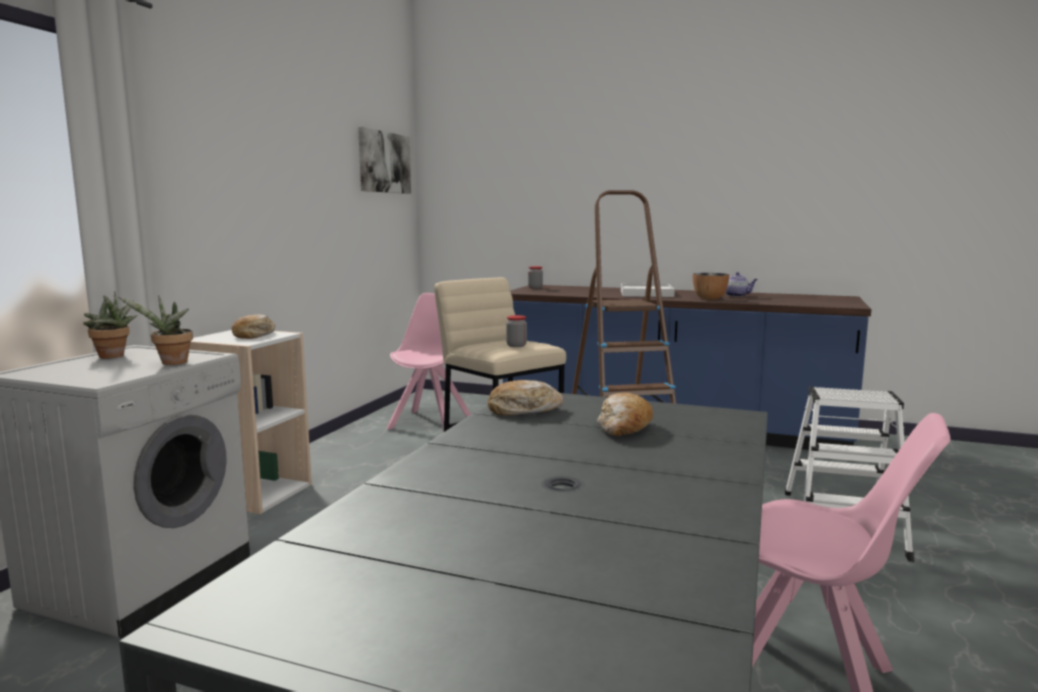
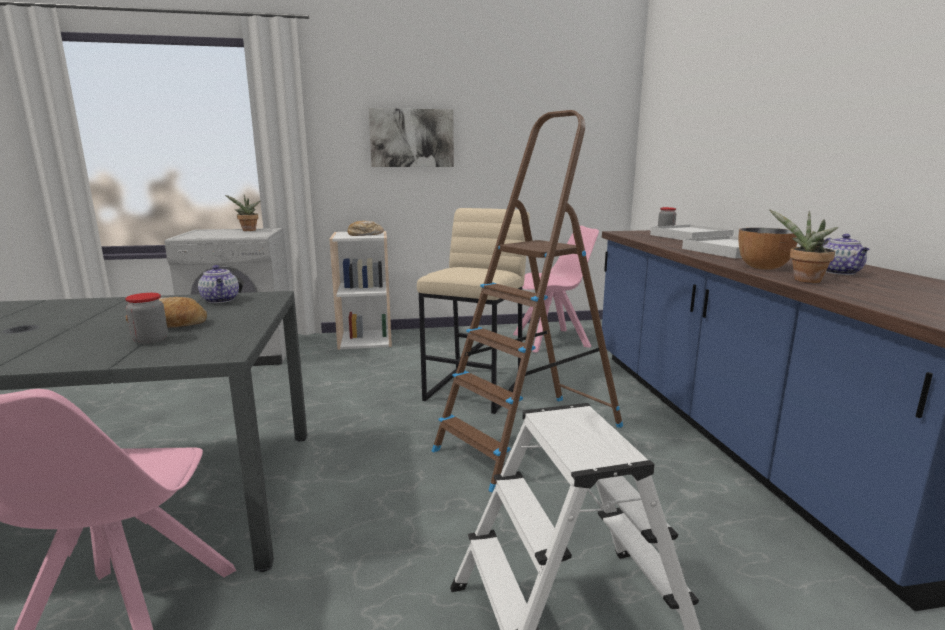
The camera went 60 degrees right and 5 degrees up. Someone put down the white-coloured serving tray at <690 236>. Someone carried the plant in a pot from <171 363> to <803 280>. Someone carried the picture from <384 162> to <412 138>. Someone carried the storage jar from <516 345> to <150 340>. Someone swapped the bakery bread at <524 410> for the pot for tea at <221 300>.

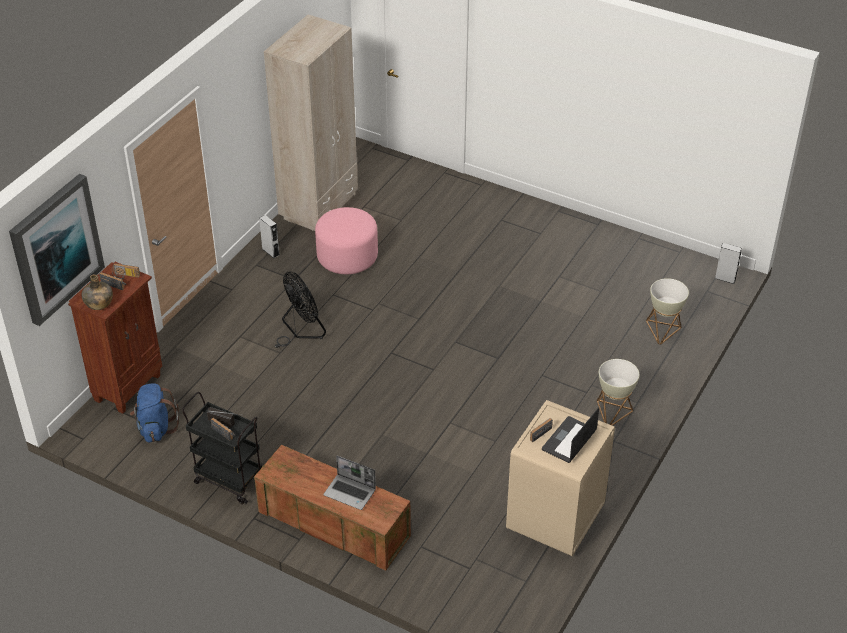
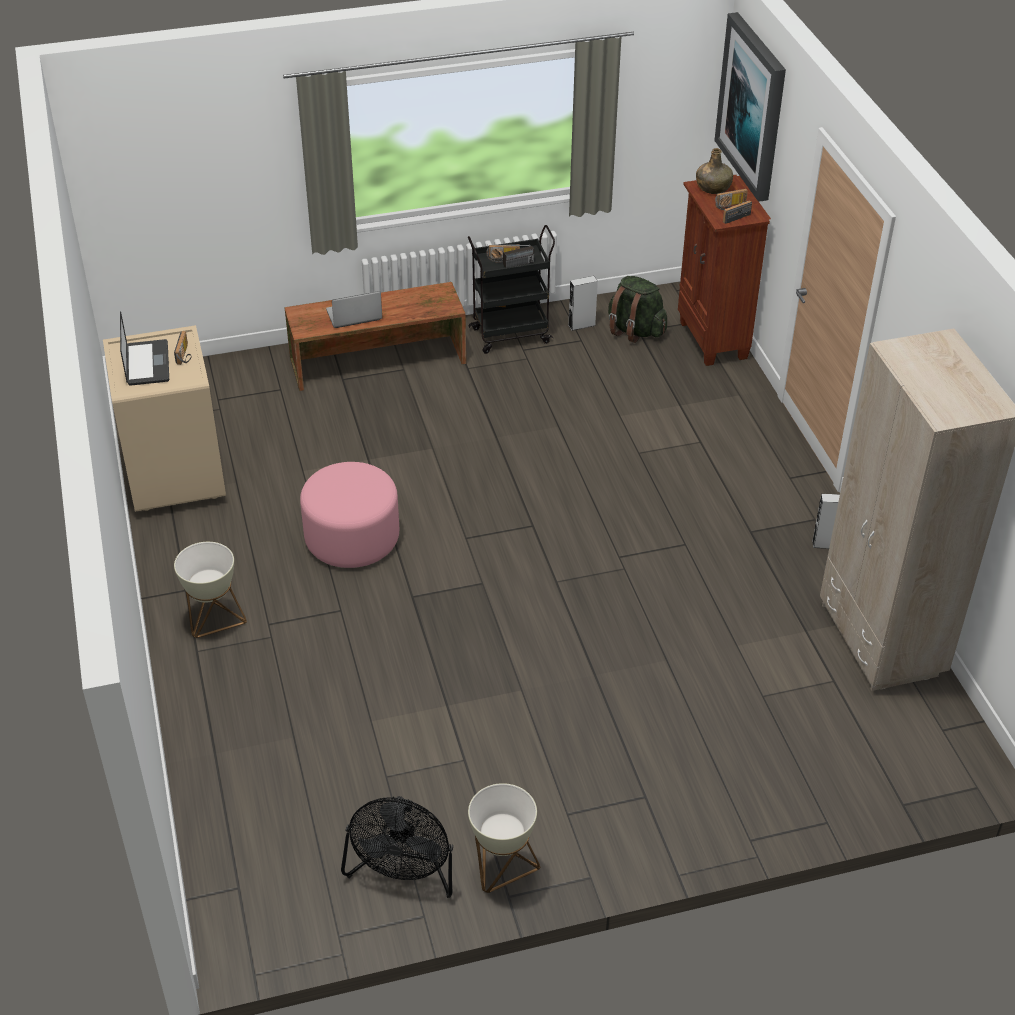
The camera went 135 degrees right and 0 degrees up. Someone carried the black-coloured cooling fan from <298 327> to <400 867>. Someone carried the pinkish pouffe from <347 257> to <352 538>. Someone carried the planter from <663 331> to <501 868>. Someone carried the gray loudspeaker from <725 278> to <581 325>. Someone repainted the blue-coloured rucksack at <155 428>, which became the green-coloured rucksack at <635 330>.

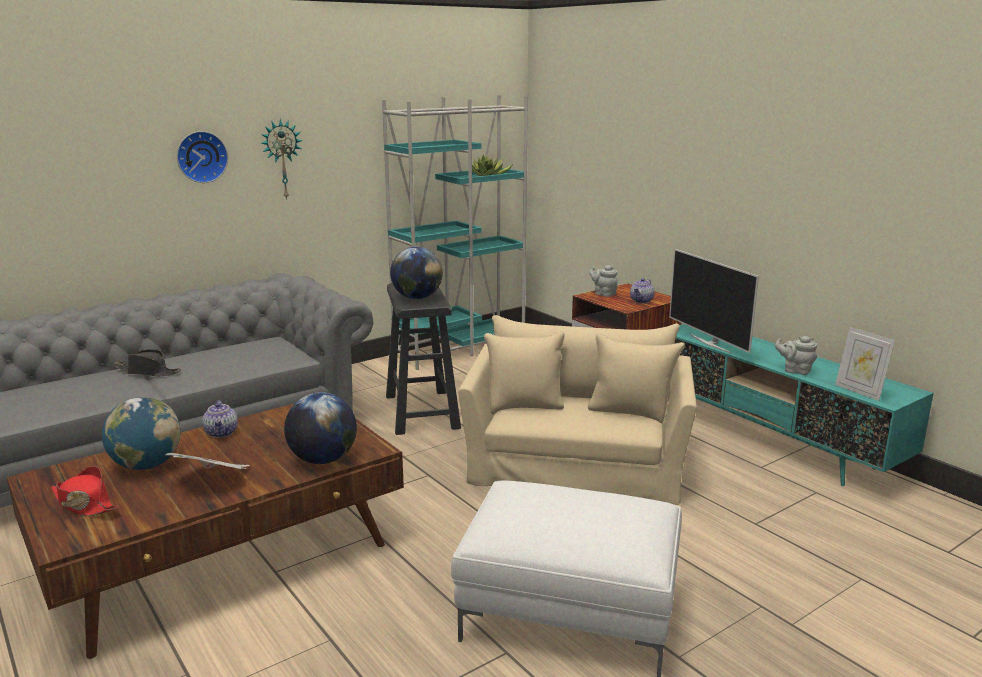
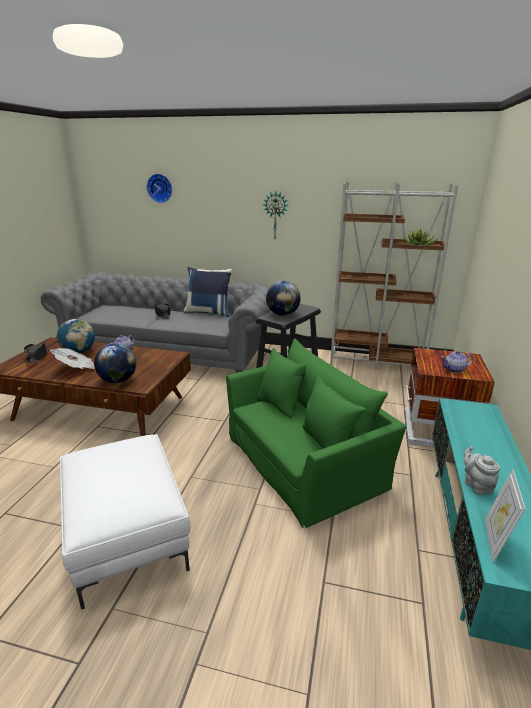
The camera went 50 degrees right and 5 degrees up. Someone took away the gray pot for tea at <603 294>. Someone took away the TV at <710 343>. Someone put down the blue-coloured cushion at <209 312>. Someone carried the clock on the wall from <201 156> to <160 188>. Someone repainted the red clothing hat at <84 504>, which became the black-coloured clothing hat at <37 357>. Someone repainted the blue-green bookshelf at <460 349>, which became the brownish bookshelf at <377 362>. Someone repainted the sand-coloured armchair at <577 461>, which became the green-coloured armchair at <304 460>.

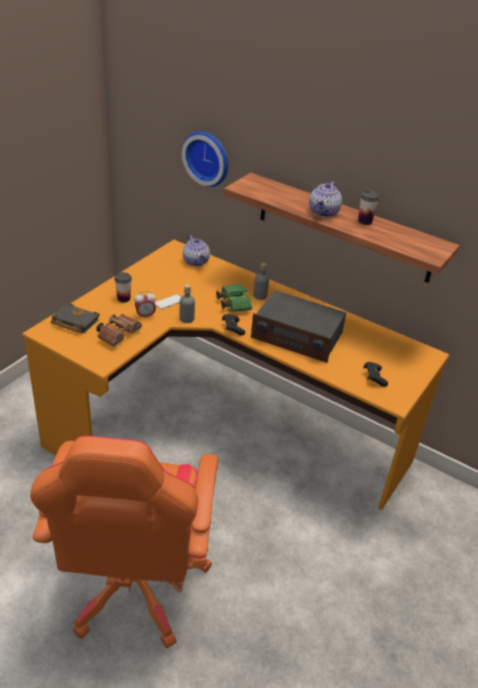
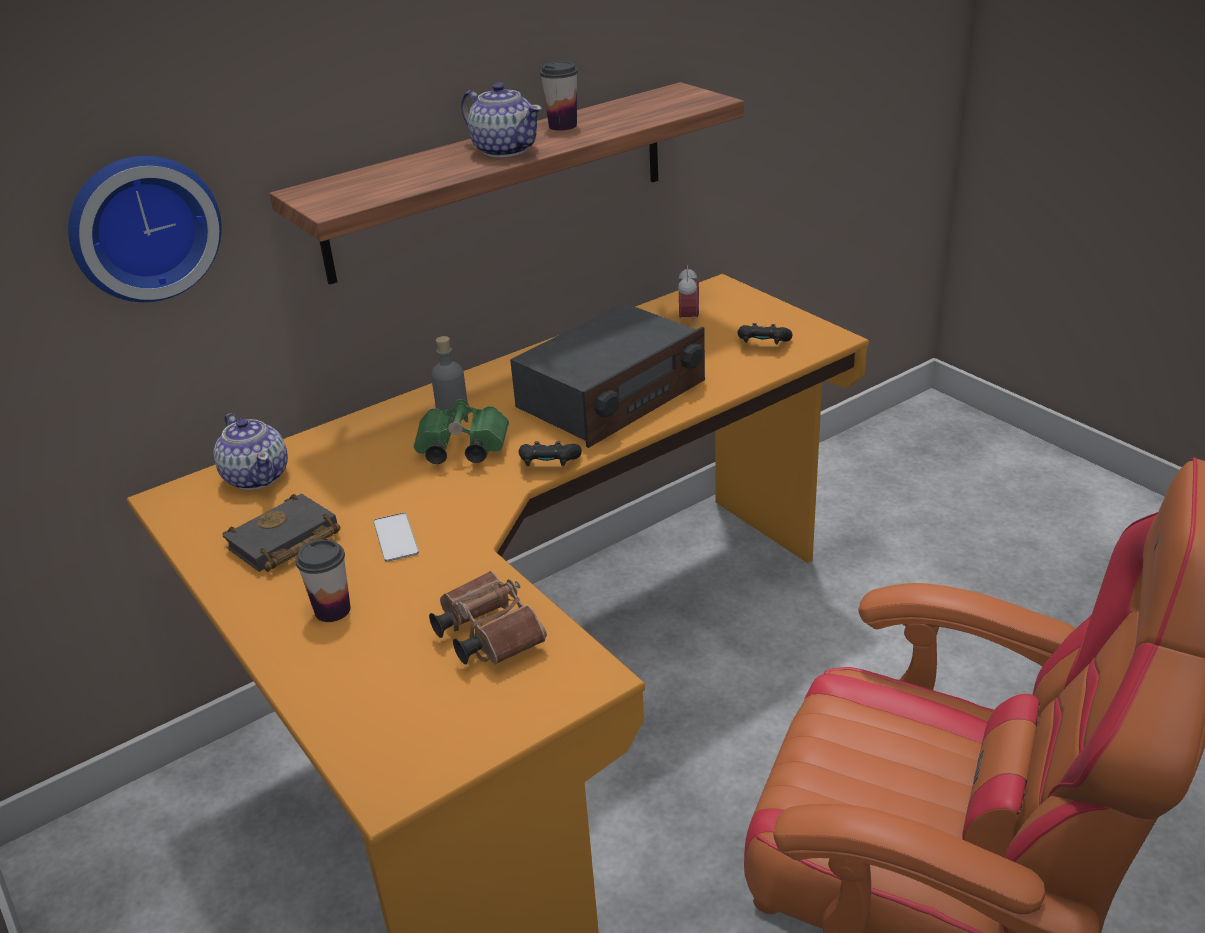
The camera went 65 degrees left and 5 degrees down. Someone took away the gray drink bottle at <186 318>. Someone carried the black-coloured volume from <73 322> to <283 543>. Someone carried the alarm clock from <145 316> to <689 319>. Someone rotated the pot for tea at <196 261> by 60 degrees clockwise.

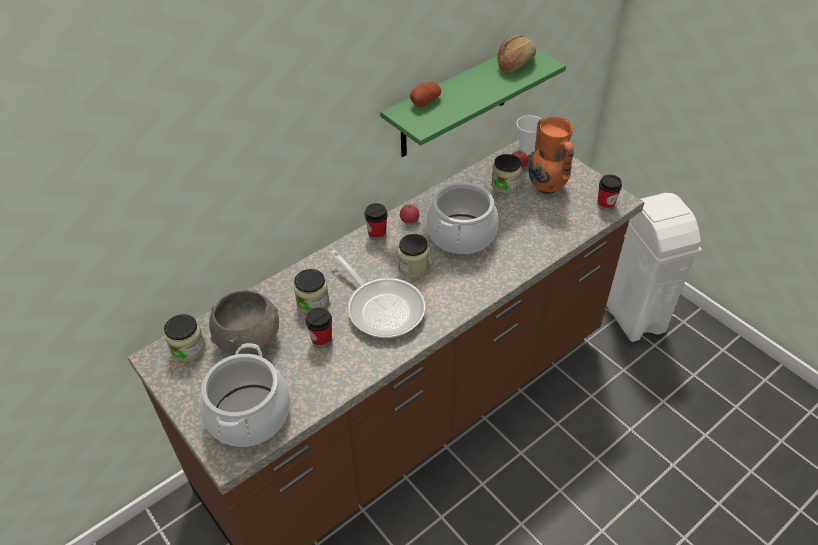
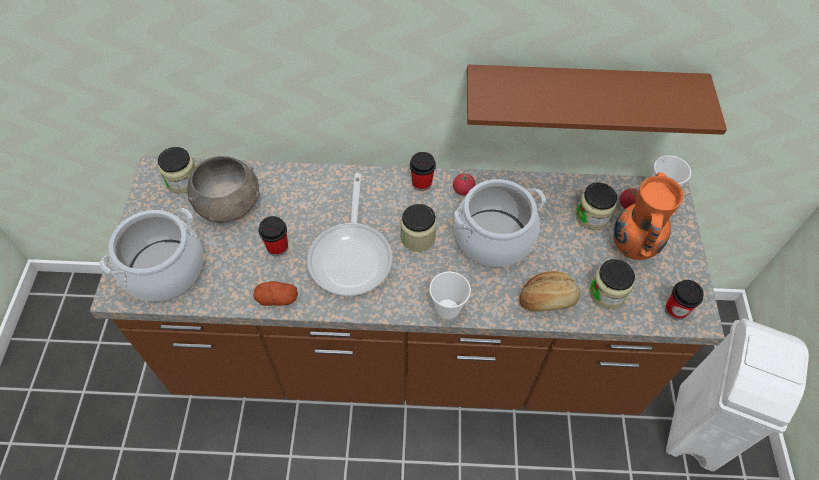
The camera went 40 degrees right and 10 degrees up. Someone put down the drinking cup at <447 309>. Someone carried the storage jar from <313 302> to <607 293>. Someone carried the whole potato from <425 101> to <277 298>. Someone carried the bakery bread from <514 64> to <547 299>. Someone repainted the green-coloured shelf at <454 102>, which became the brownish shelf at <579 98>.

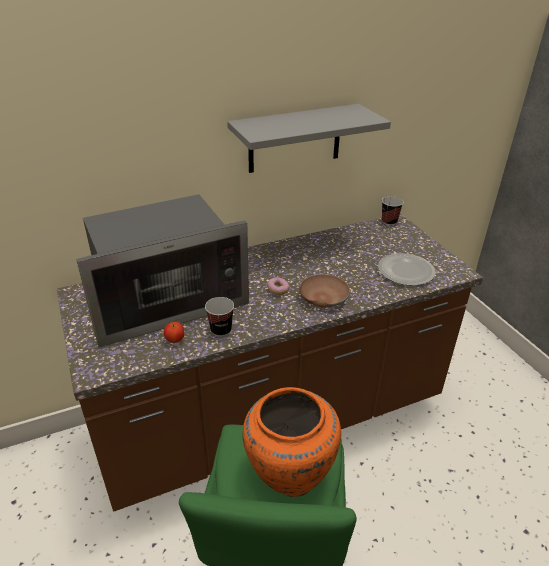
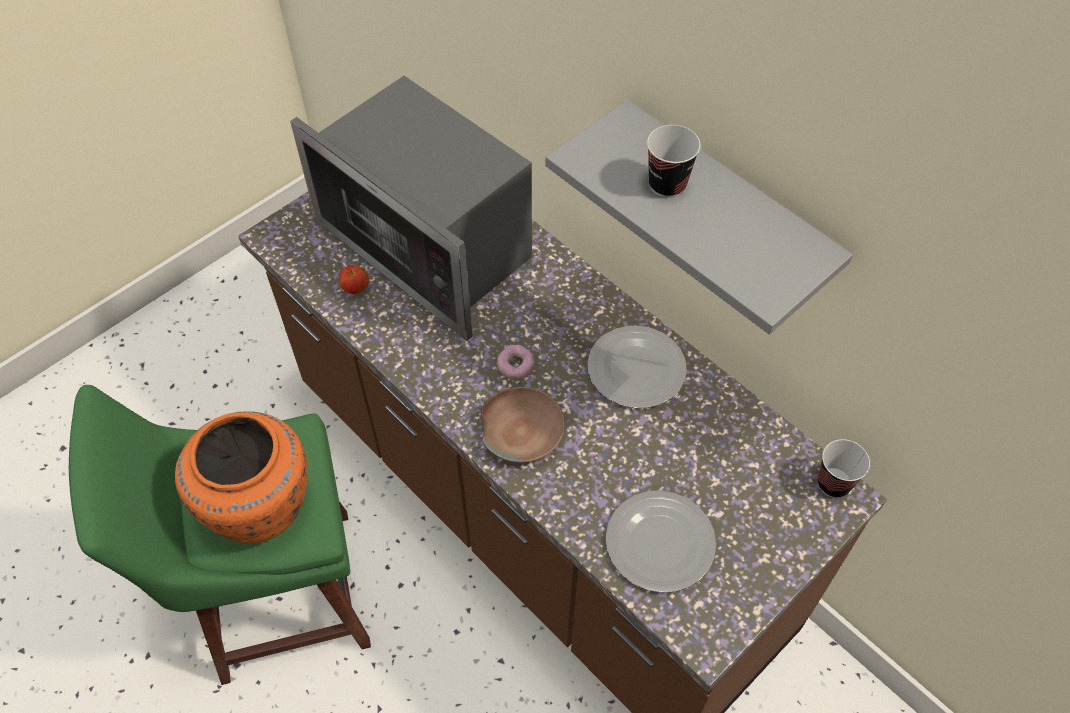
The camera went 70 degrees right and 20 degrees up. Someone put down the flat dish at <635 368>. Someone carried the drinking cup from <221 330> to <667 185>.

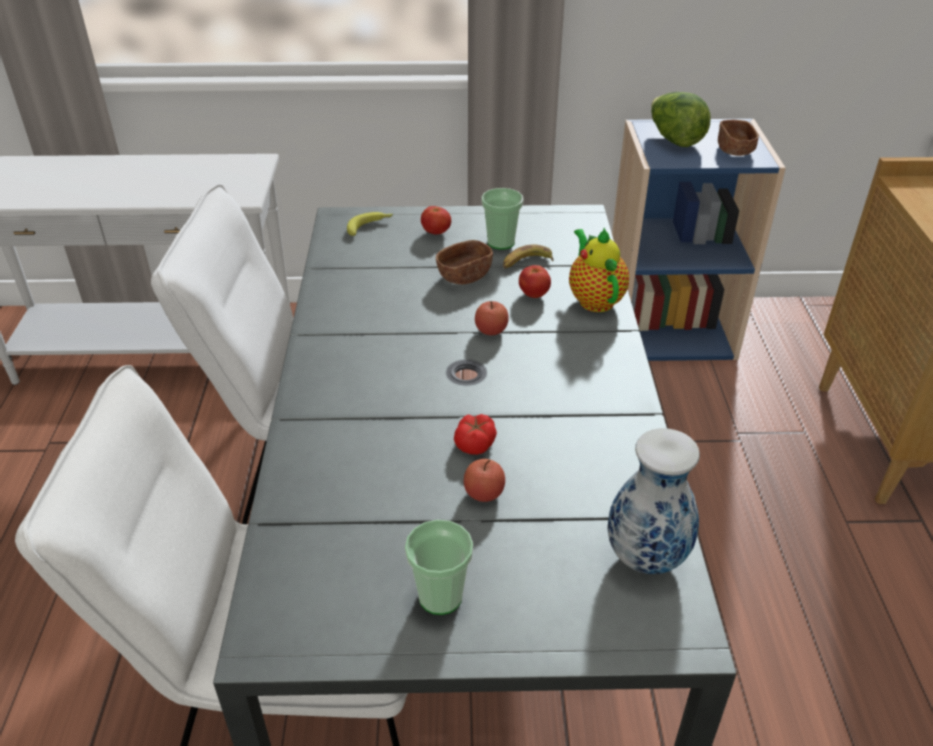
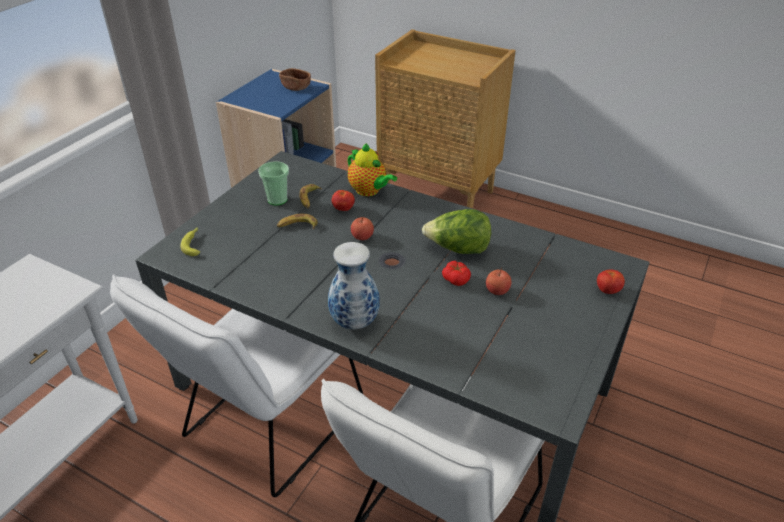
The camera went 60 degrees left and 0 degrees up. Someone took away the drinking cup at <440 596>. Someone carried the whole tomato from <436 232> to <607 290>. Someone carried the flower vase from <645 556> to <353 322>. Someone carried the lettuce head from <674 140> to <458 249>. Someone swapped the brownish bowl at <464 276> for the banana at <297 226>. Someone rotated the pot for tea at <594 299> by 150 degrees counterclockwise.

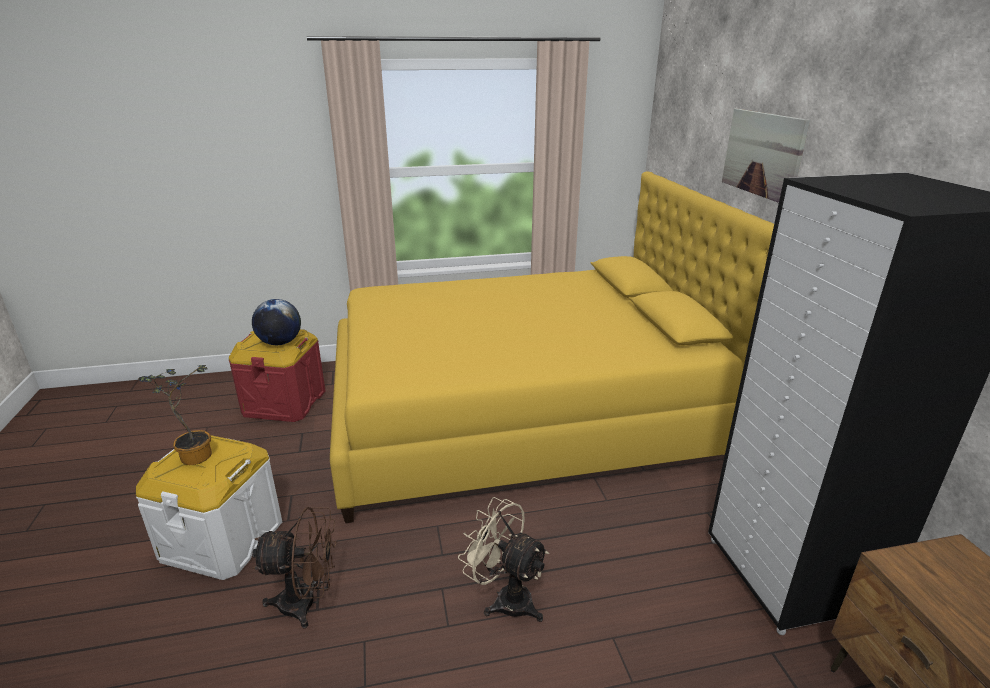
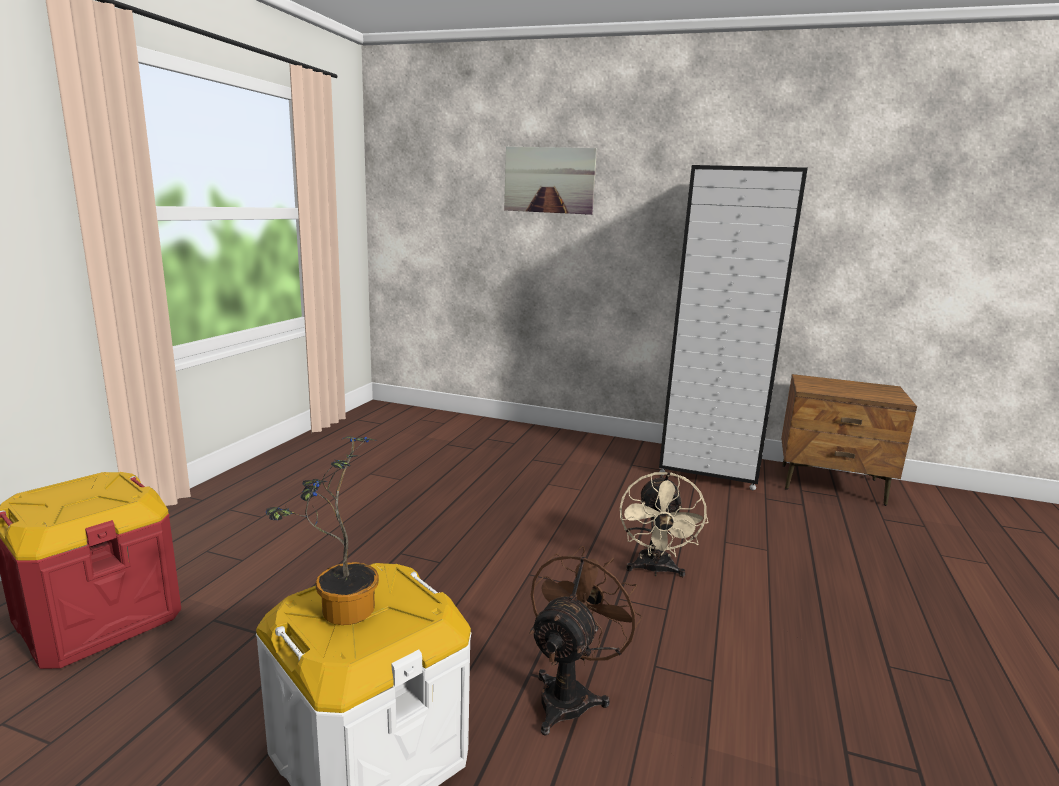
The camera went 60 degrees left and 10 degrees down. Someone took away the world globe at <280 343>. Someone took away the yellow-coloured sleeping bed at <523 414>. Someone rotated the sand-coloured cooling fan at <505 598> by 60 degrees counterclockwise.

